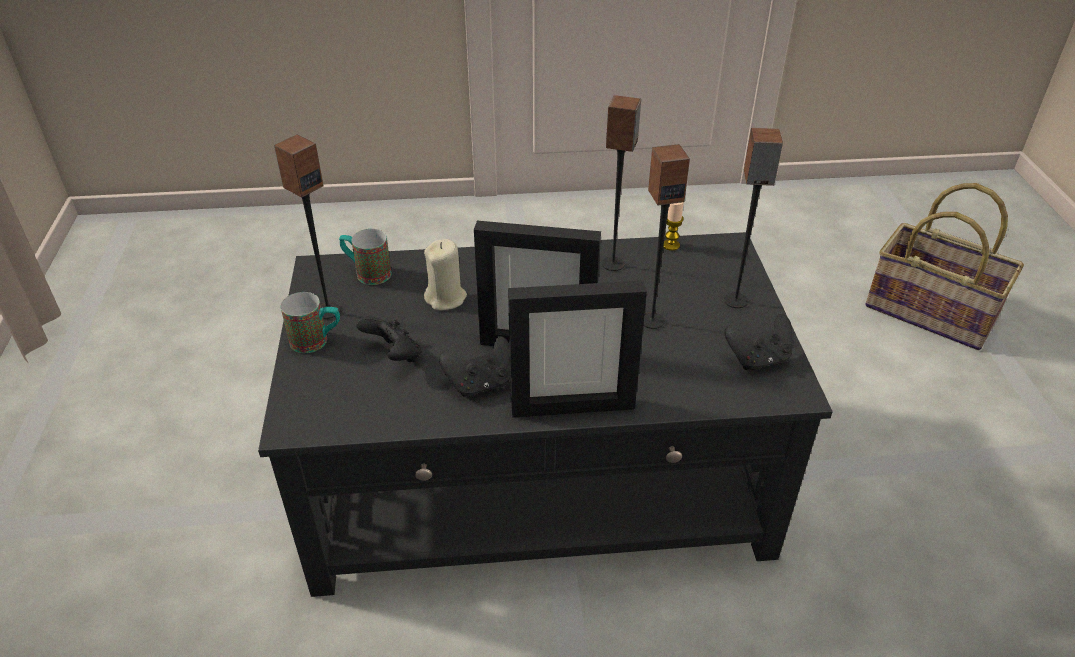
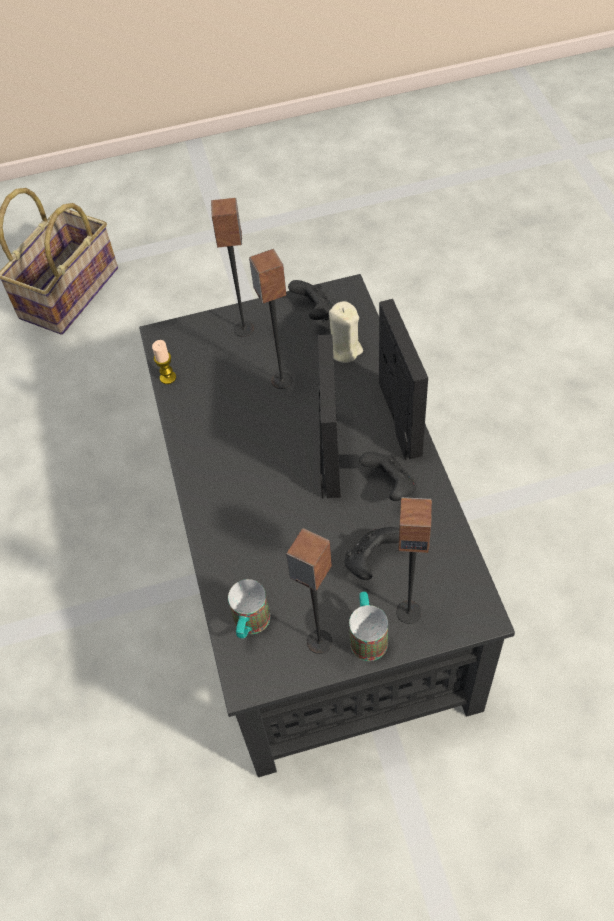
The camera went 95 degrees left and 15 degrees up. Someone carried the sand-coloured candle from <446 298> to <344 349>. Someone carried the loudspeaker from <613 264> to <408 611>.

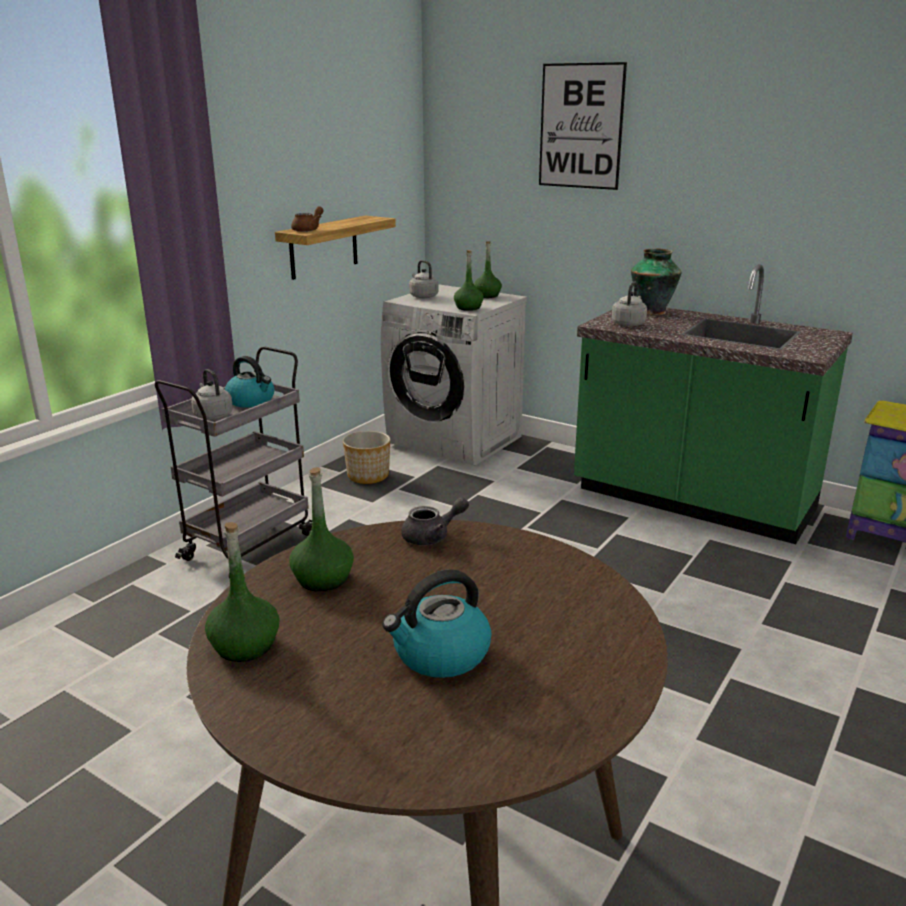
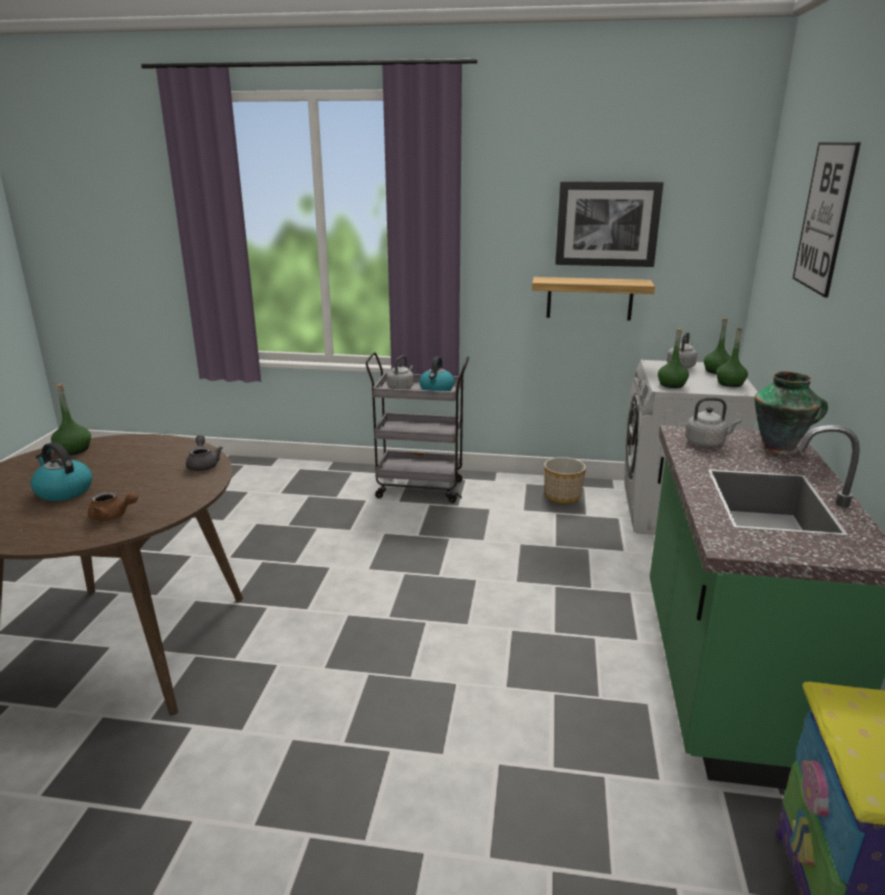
The camera went 65 degrees right and 0 degrees up. Someone put up the picture at <607 224>. Someone carried the green-coloured drink bottle from <323 579> to <716 371>. Someone carried the brownish pot for tea from <308 230> to <112 516>. Someone rotated the gray pot for tea at <432 536> by 150 degrees counterclockwise.

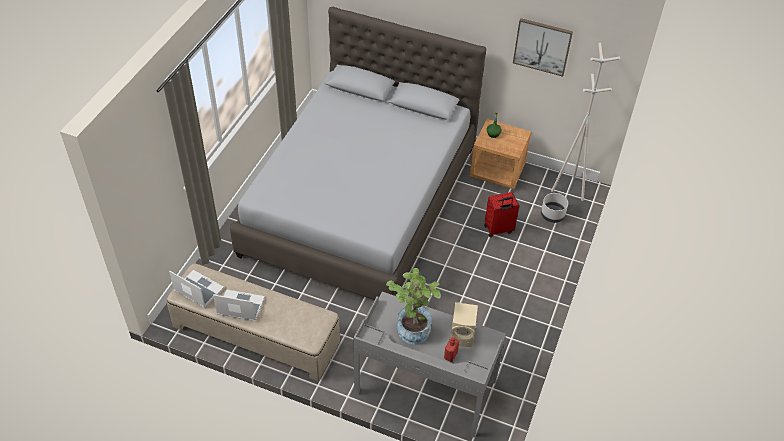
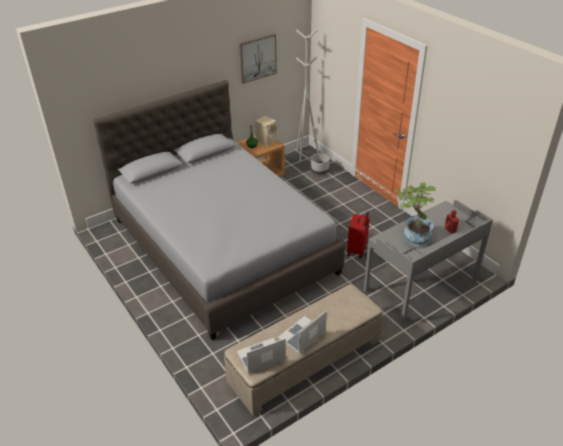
The camera went 55 degrees left and 10 degrees down. Someone carried the sand-coloured loudspeaker from <463 335> to <266 140>. Someone carried the red travel case from <498 230> to <357 250>.

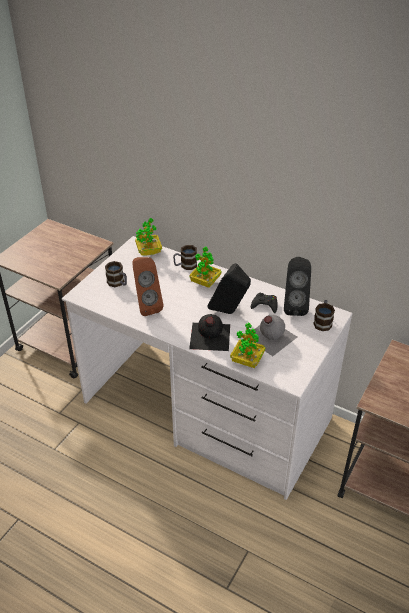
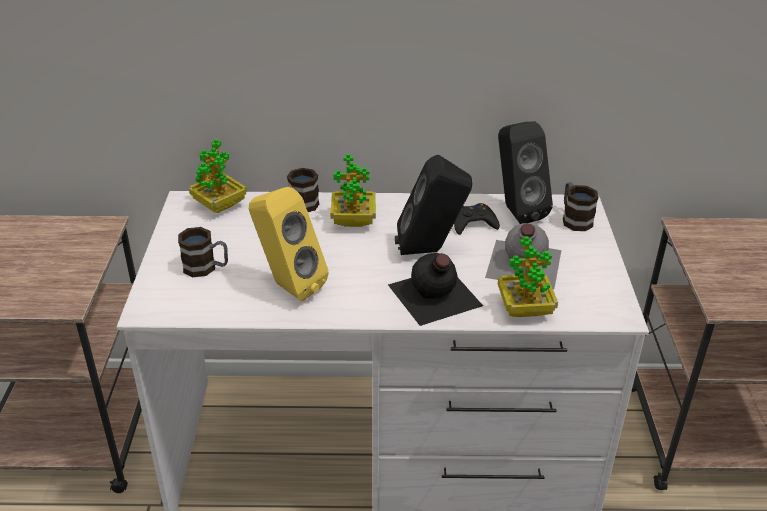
The camera went 30 degrees left and 5 degrees down. Someone repainted the brownish loudspeaker at <146 306>, which became the yellow-coloured loudspeaker at <288 286>.

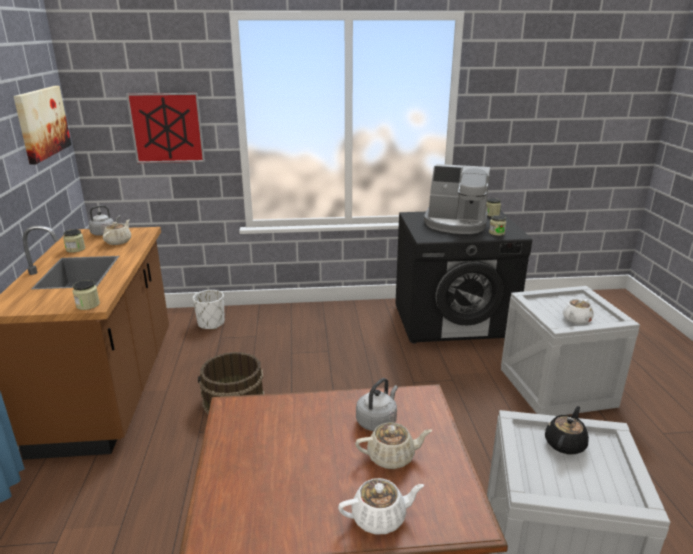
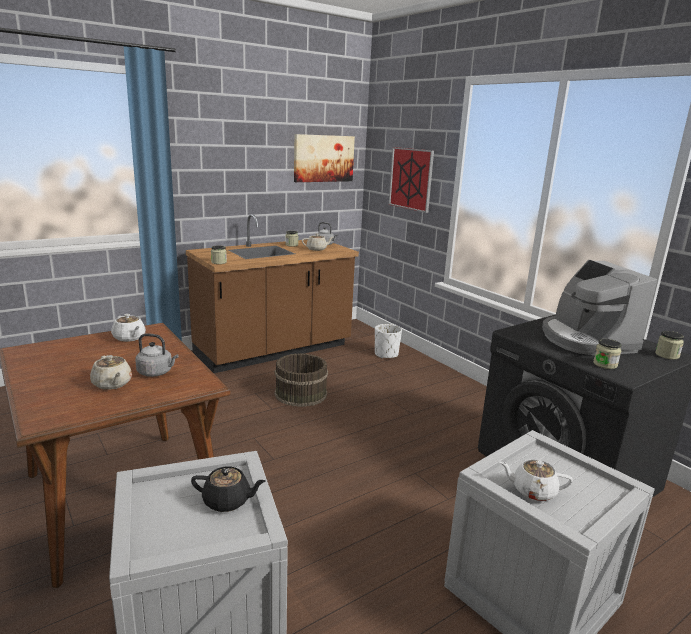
The camera went 60 degrees right and 5 degrees down. Someone carried the white-coloured pot for tea from <380 518> to <129 338>.

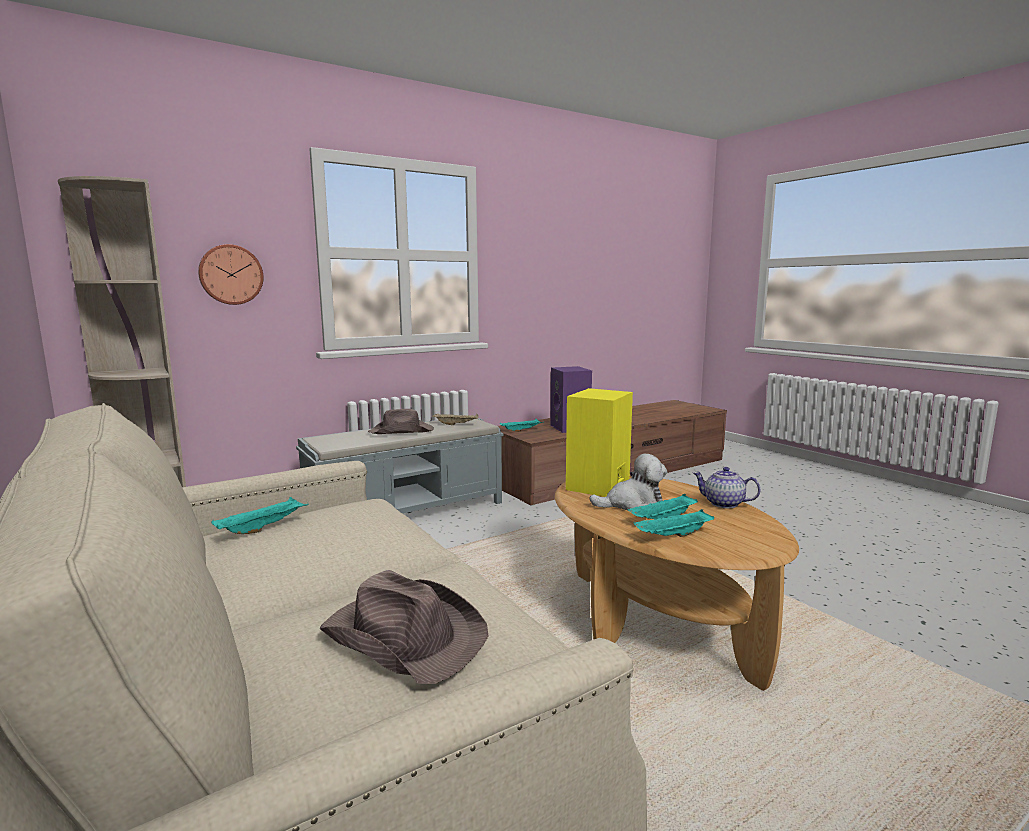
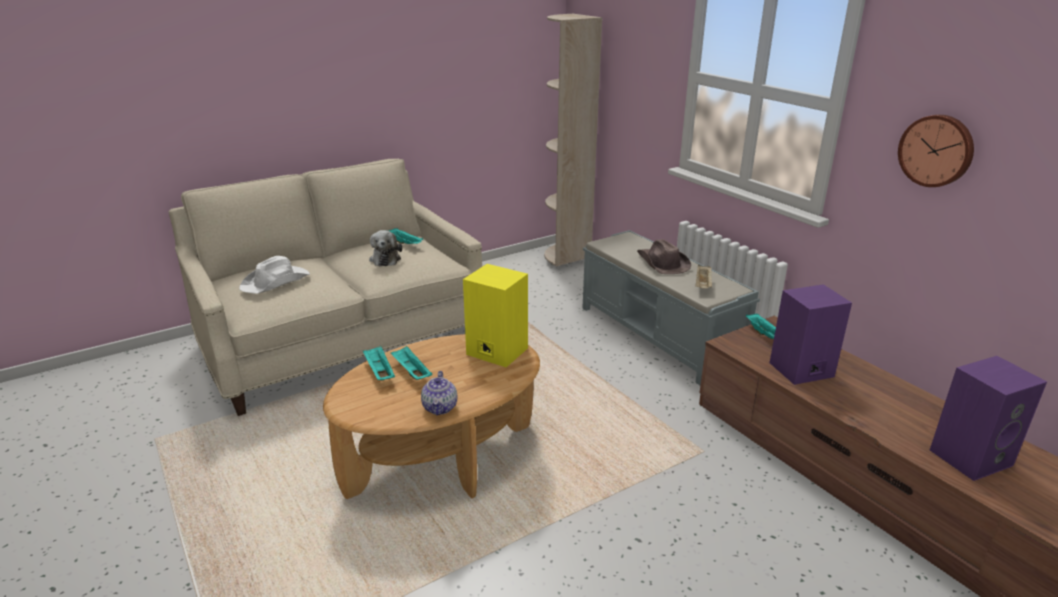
The camera went 90 degrees right and 15 degrees up. Someone put down the purple-coloured loudspeaker at <970 456>. Someone carried the clock on the wall from <231 274> to <936 150>. Someone carried the soft toy from <632 504> to <385 258>. Someone repainted the brownish clothing hat at <403 635>, which became the white-coloured clothing hat at <276 282>. Someone rotated the pot for tea at <723 504> by 150 degrees clockwise.

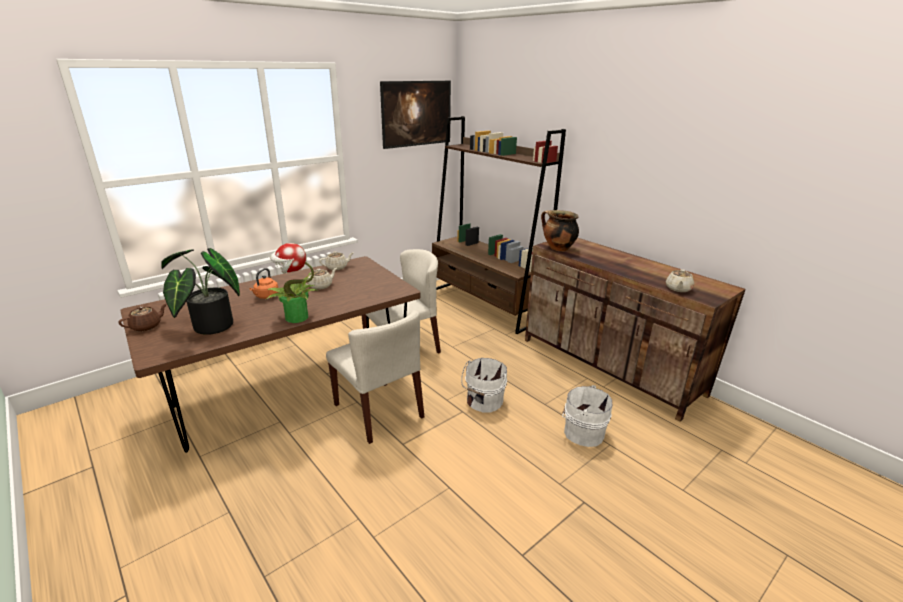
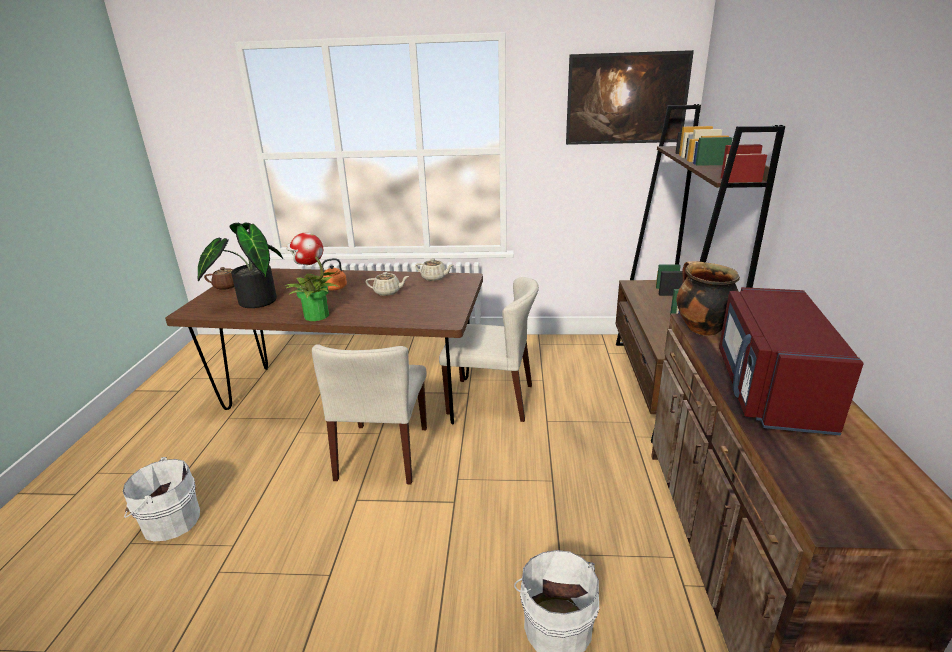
The camera went 45 degrees right and 0 degrees up. Someone took away the sand-coloured pot for tea at <678 289>. Someone put down the red kitchen microwave at <769 389>. Someone carried the white-coloured bucket from <483 401> to <169 521>.

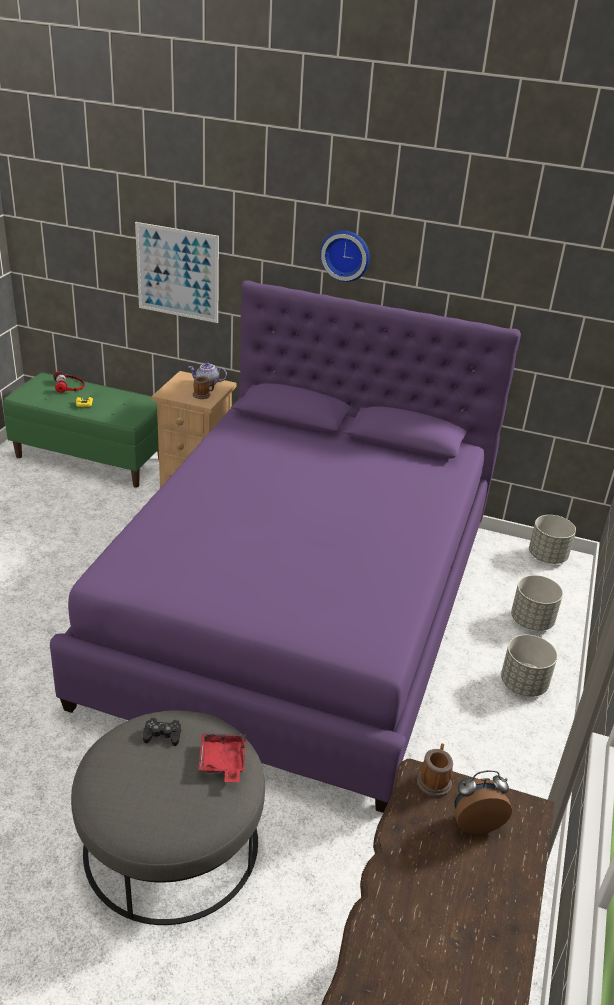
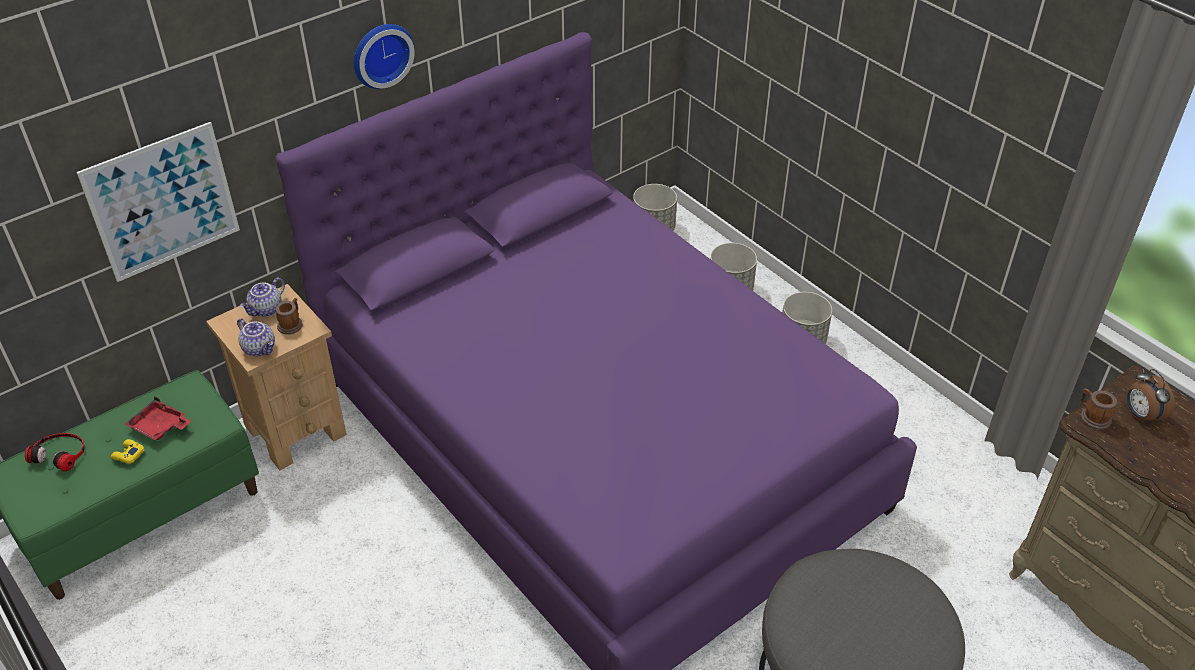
The camera went 55 degrees left and 10 degrees up. Someone took away the black-coloured gamepad at <162 735>. Someone put down the pot for tea at <260 348>. Someone carried the red serving tray from <222 762> to <160 427>. Someone rotated the alarm clock at <475 821> by 45 degrees counterclockwise.

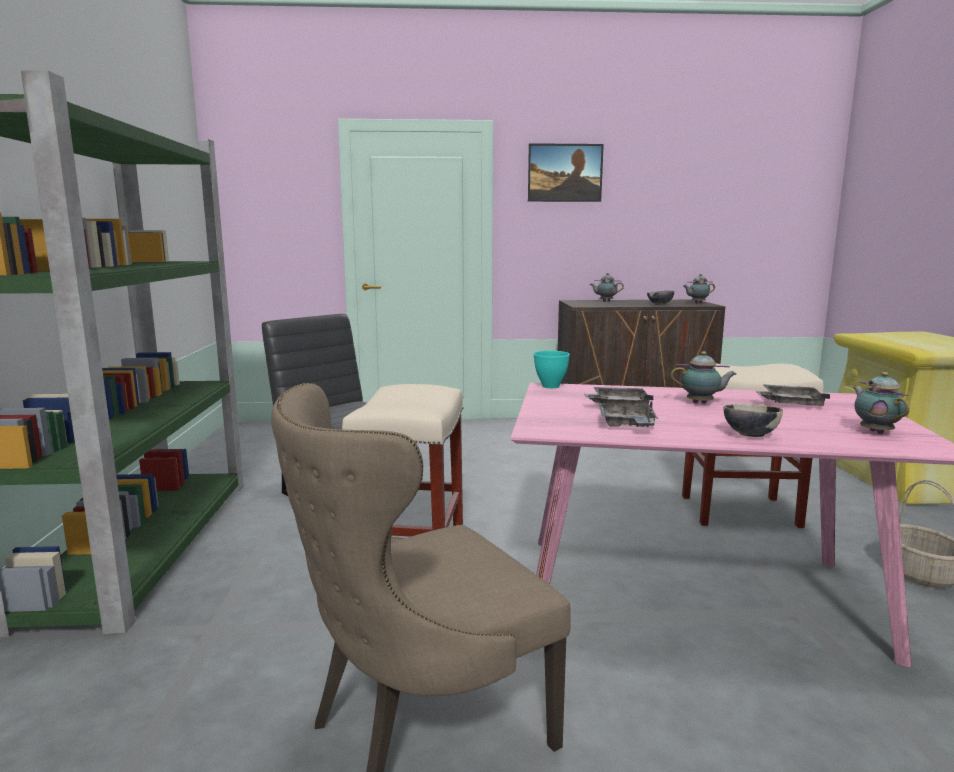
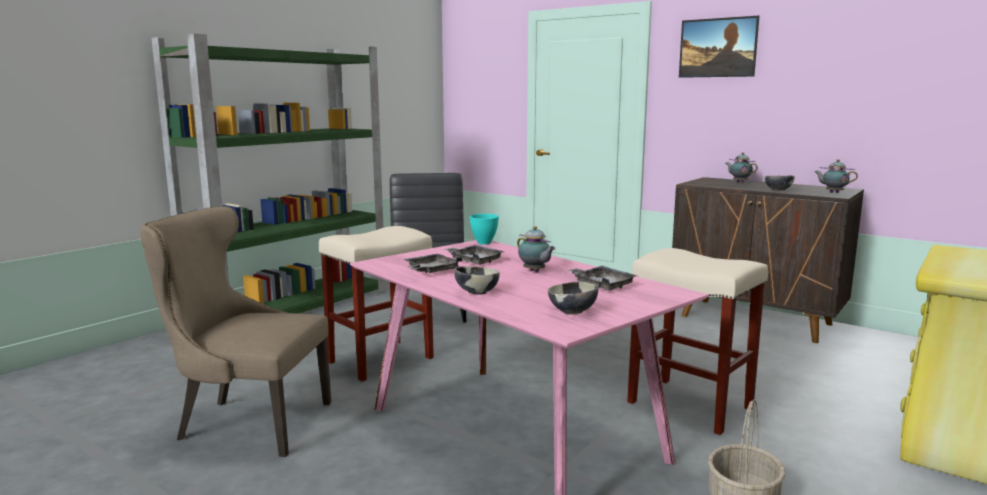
The camera went 40 degrees right and 0 degrees up. Someone swapped the pot for tea at <875 432> for the bowl at <572 312>.

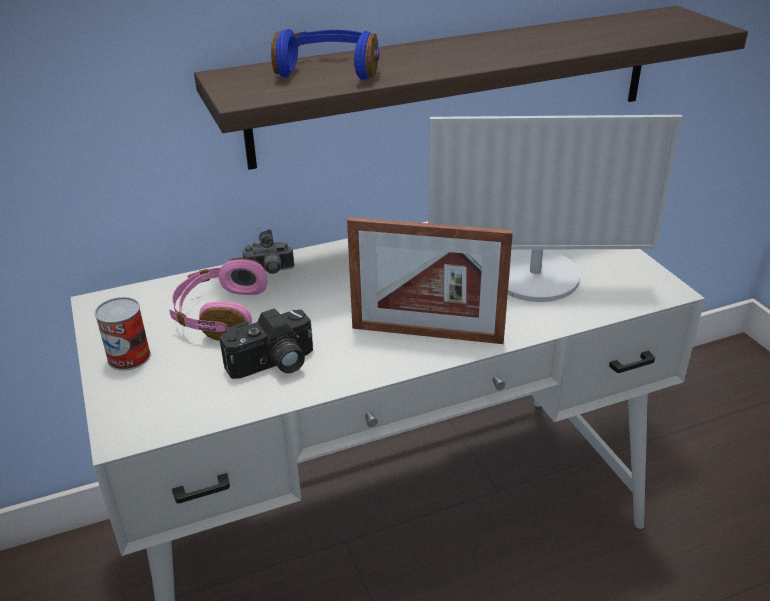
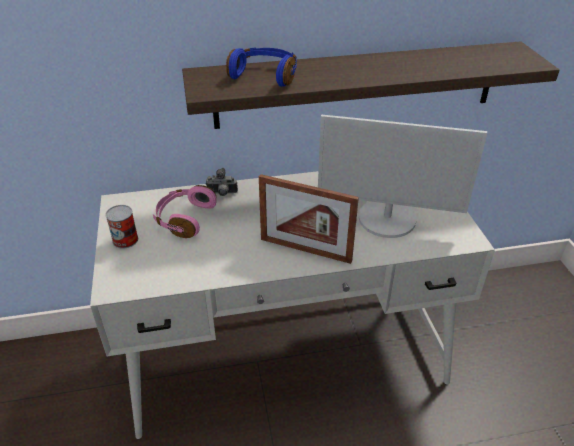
The camera went 10 degrees right and 5 degrees up. Someone took away the photo camera at <273 364>.

